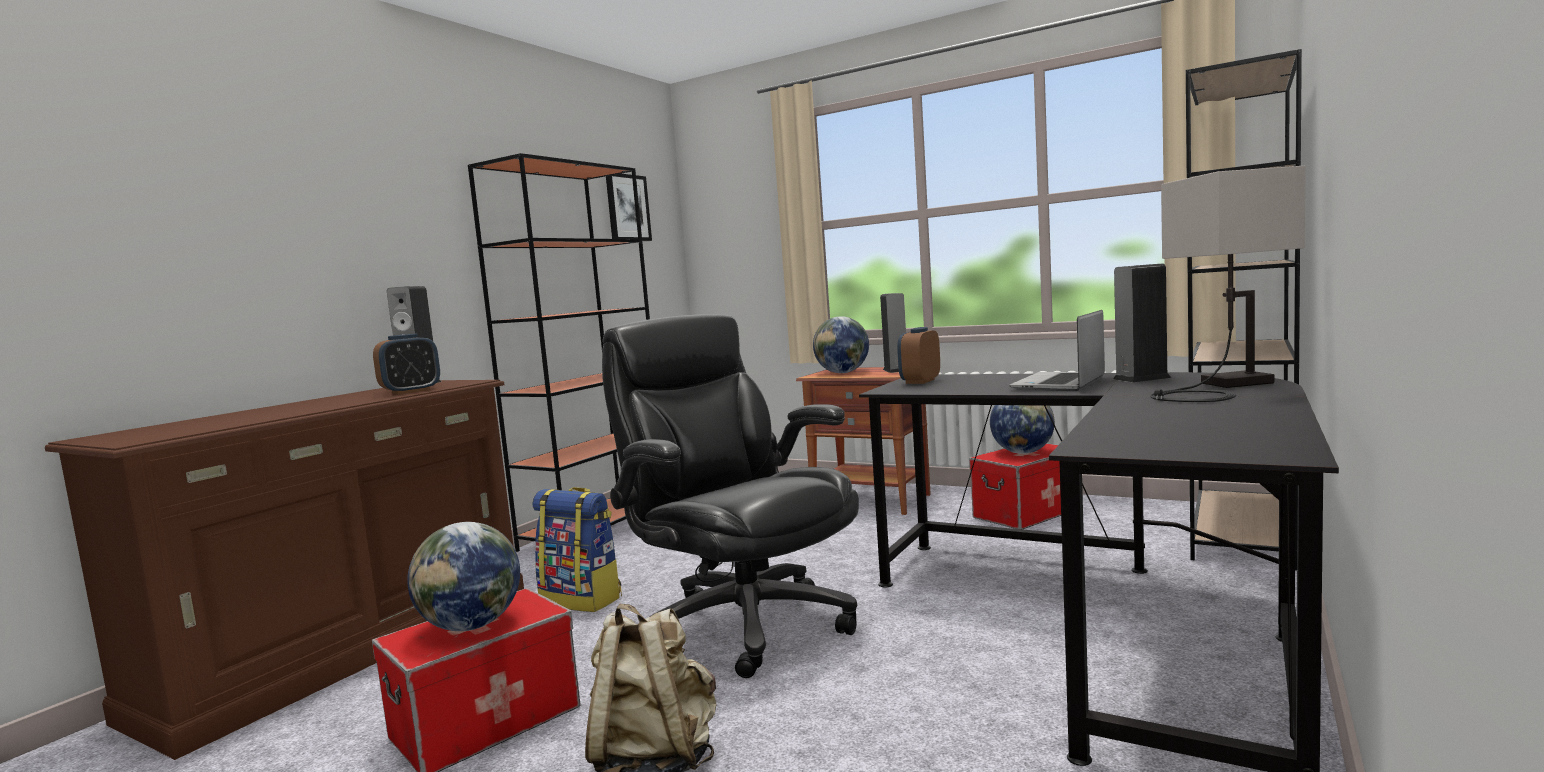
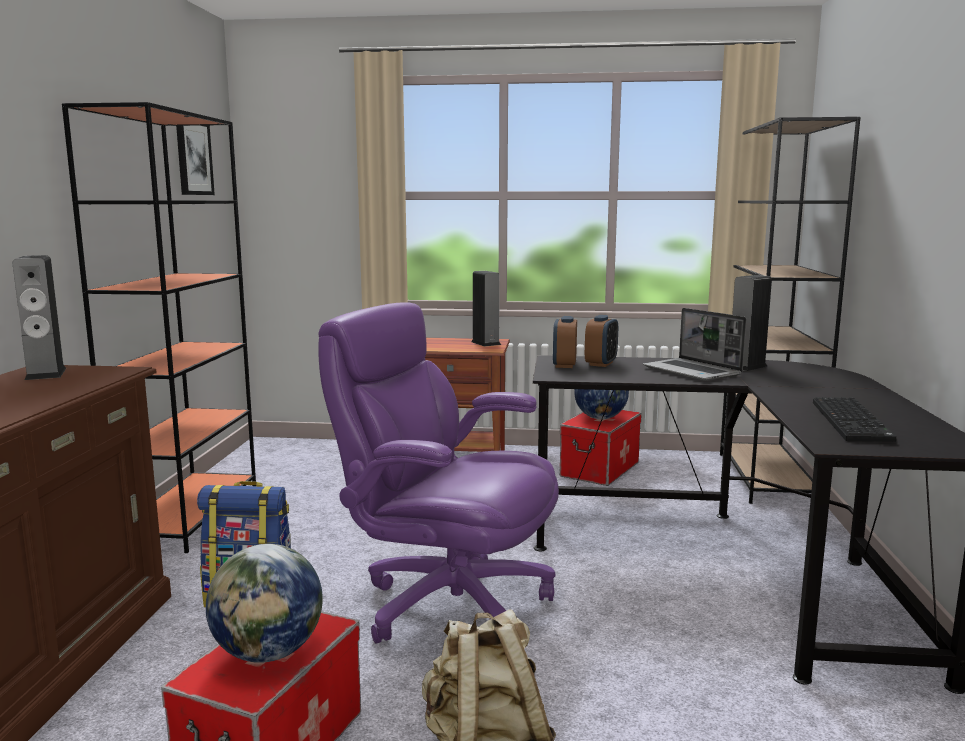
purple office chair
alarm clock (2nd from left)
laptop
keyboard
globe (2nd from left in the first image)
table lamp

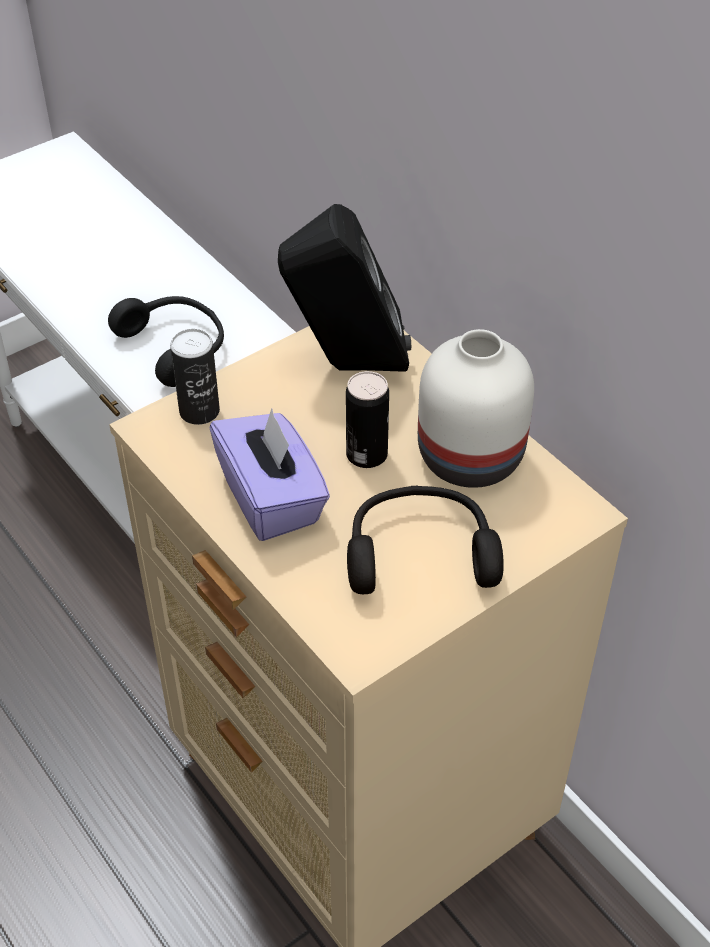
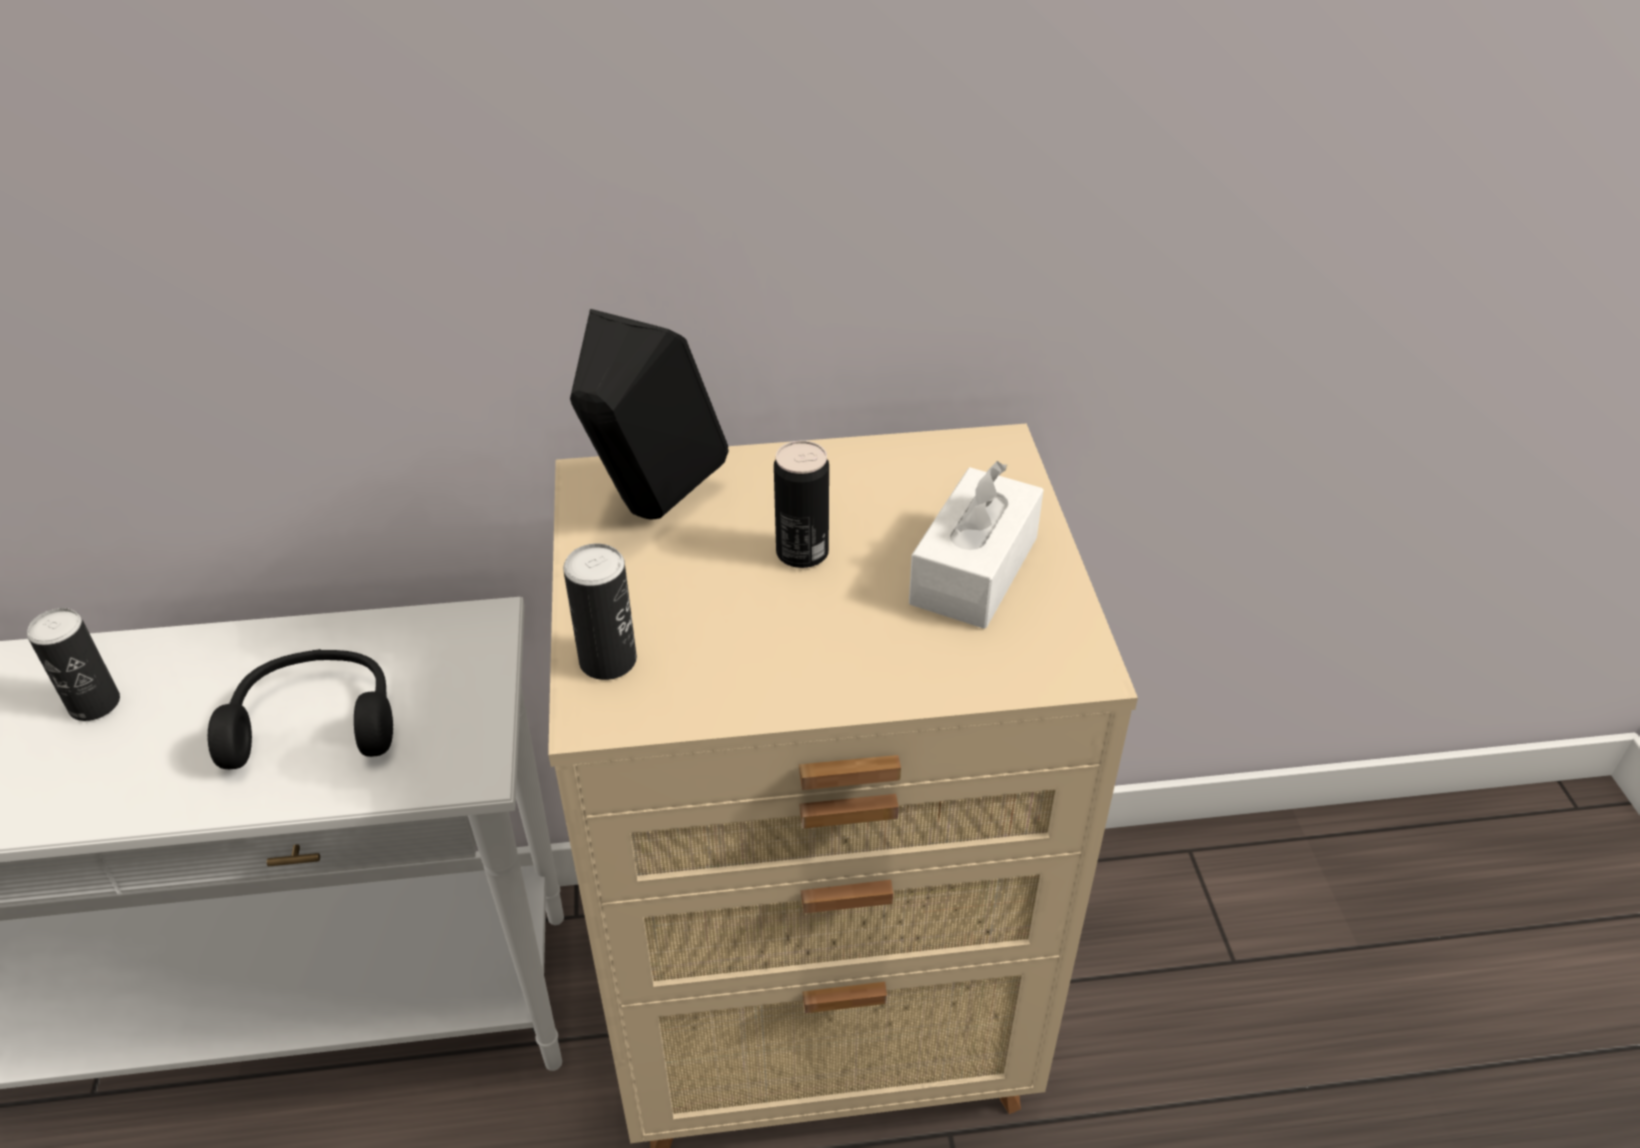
can (1st from left)
white tissue box
purple tissue box
white vase

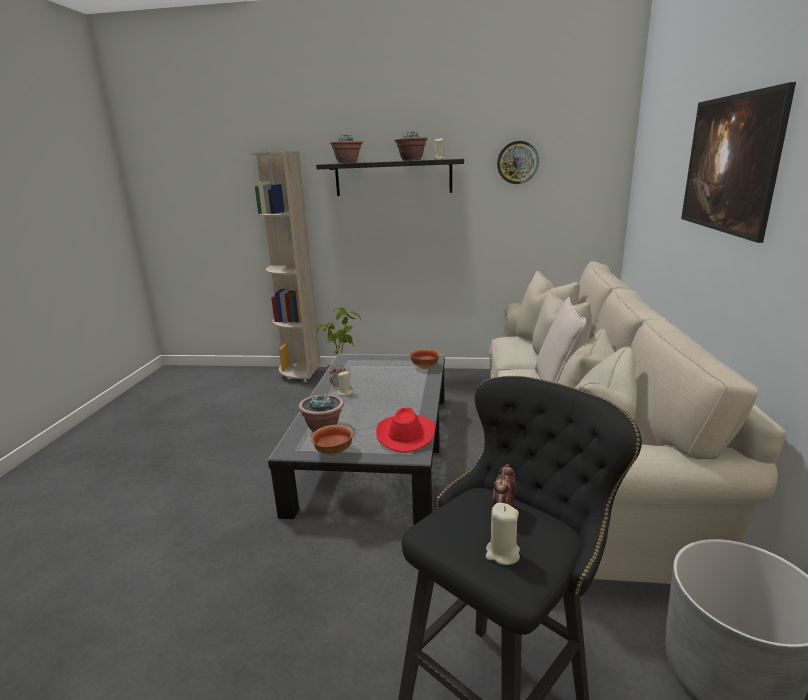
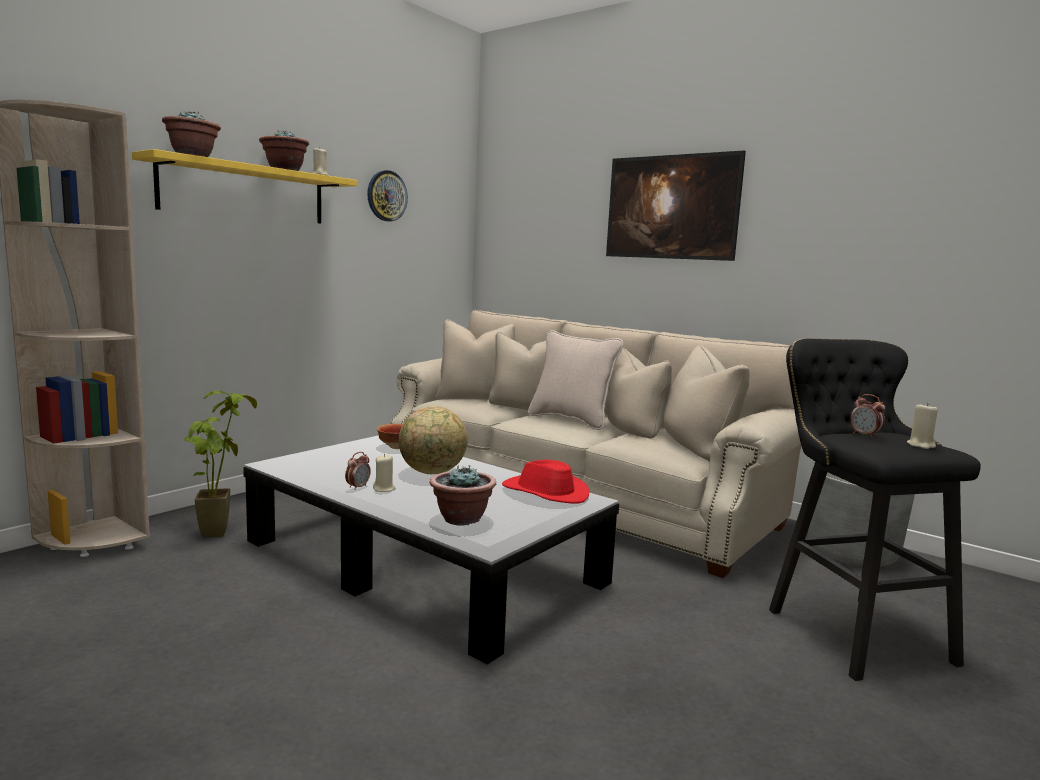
yellow shelf
globe
bowl (1st from left in the first image)

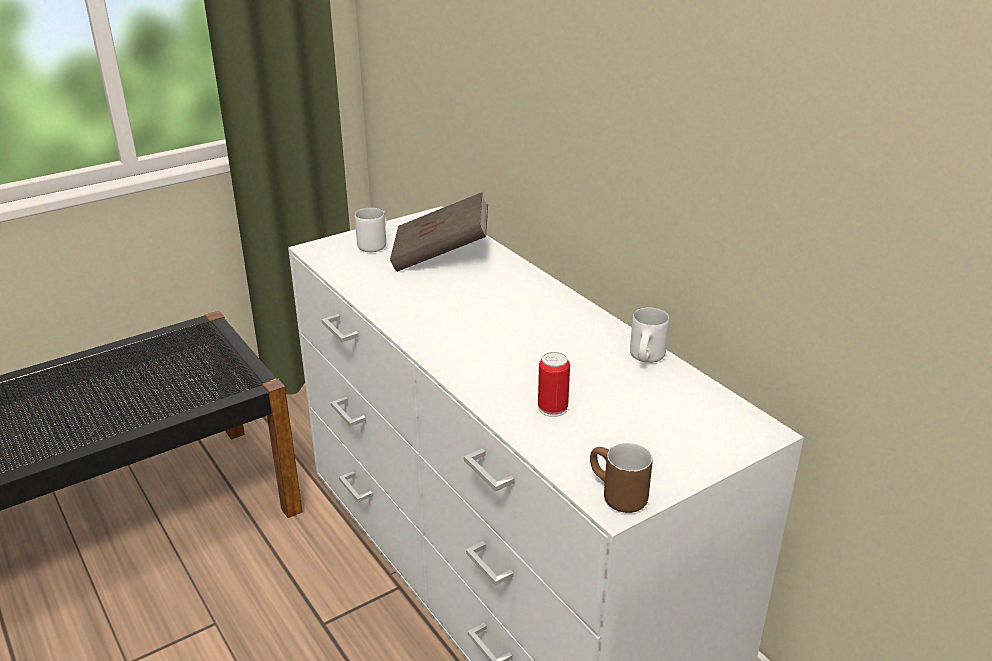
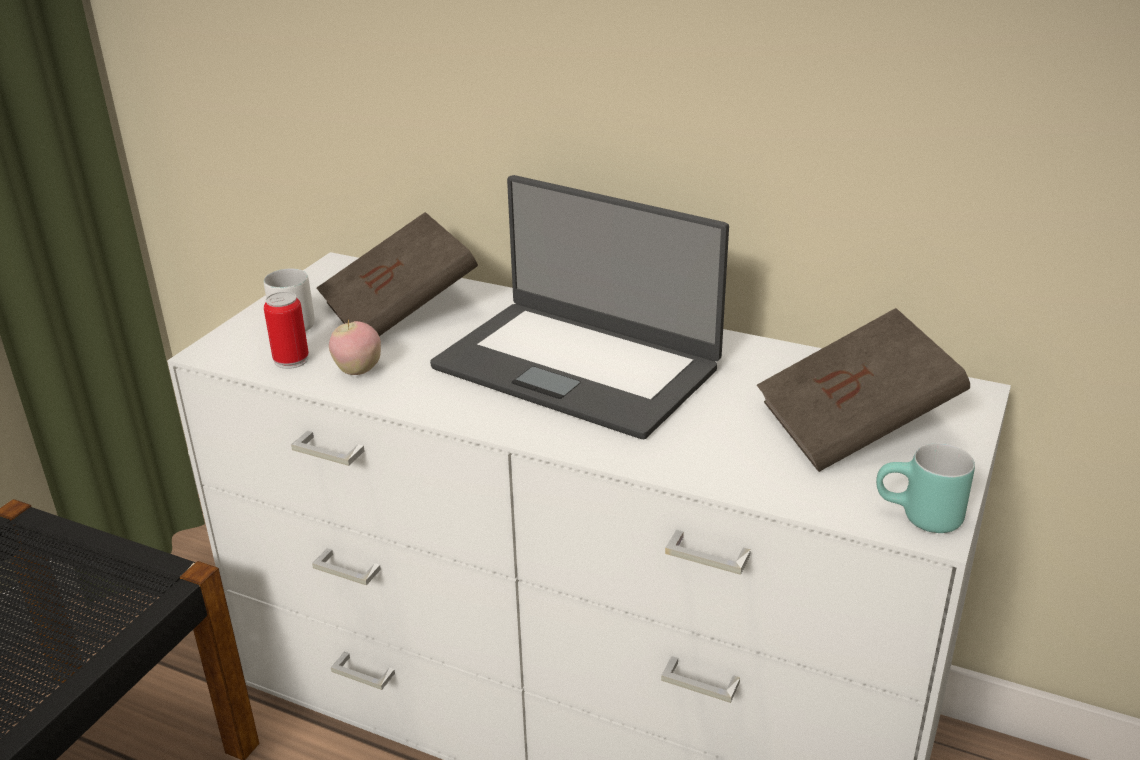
can
apple
laptop
brown book (2nd from left)
turquoise mug
white mug (2nd from left in the first image)

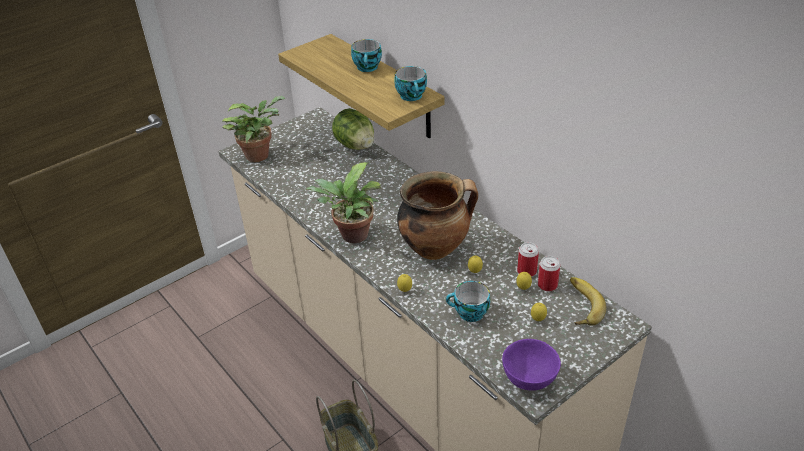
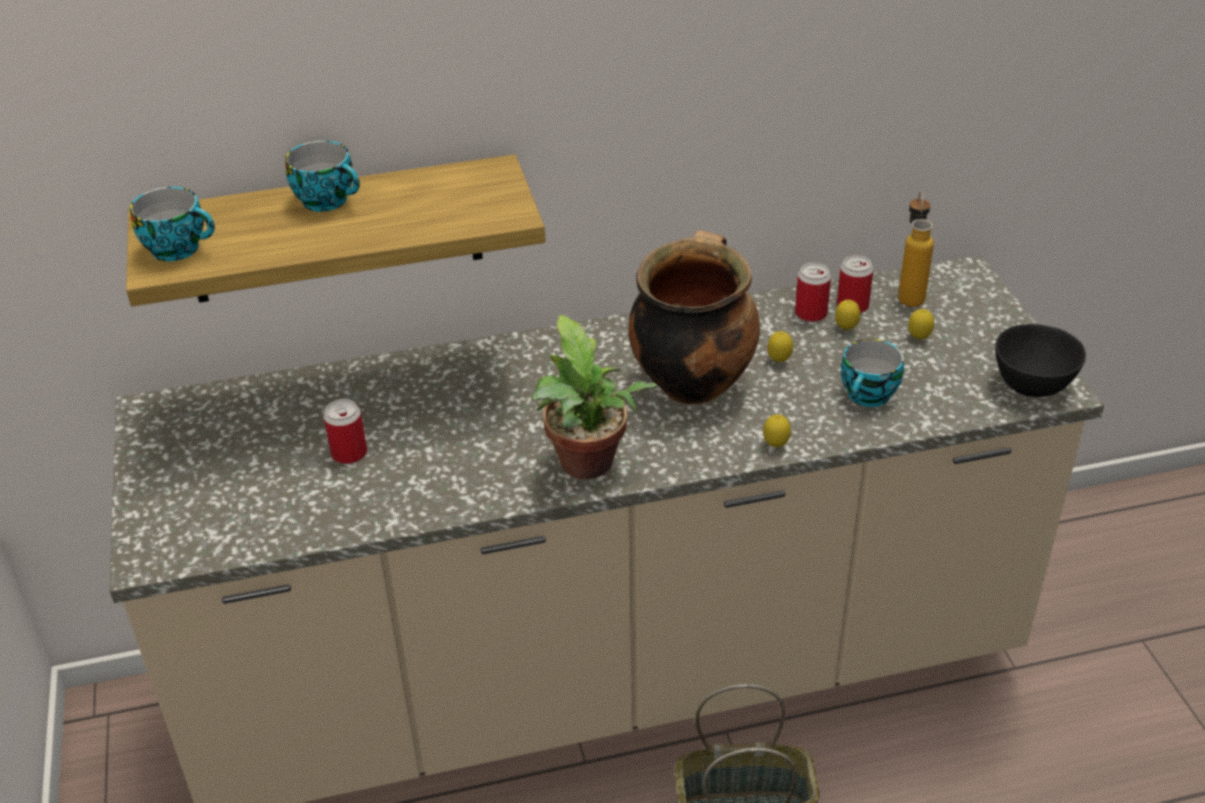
cup (1st from left)
can (1st from left)
bottle
black bowl
potted plant (1st from left in the first image)
lettuce

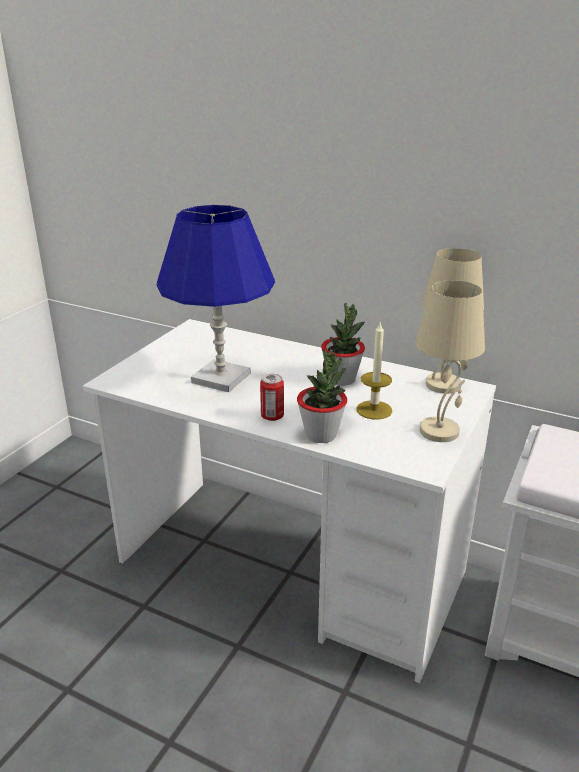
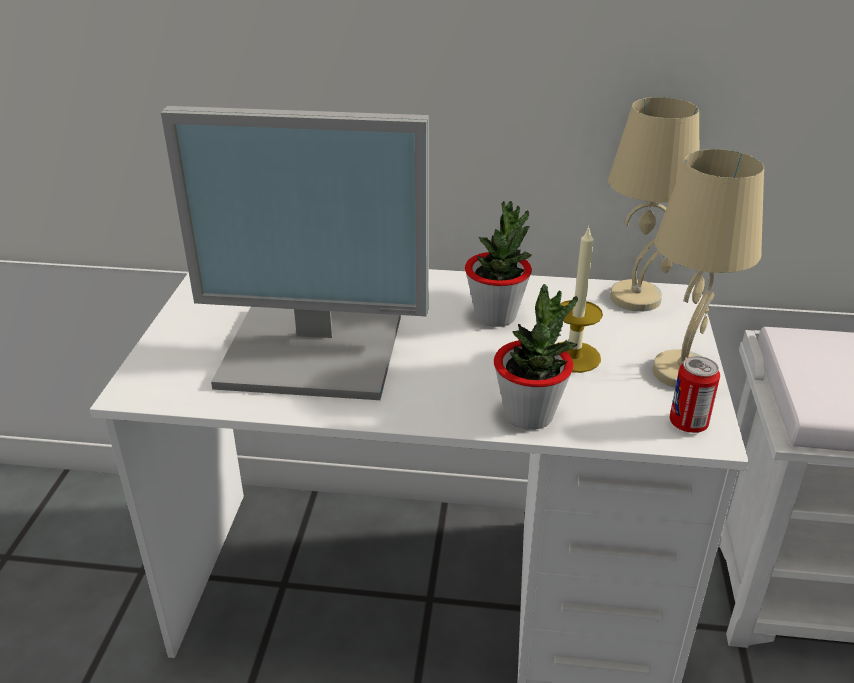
monitor
can

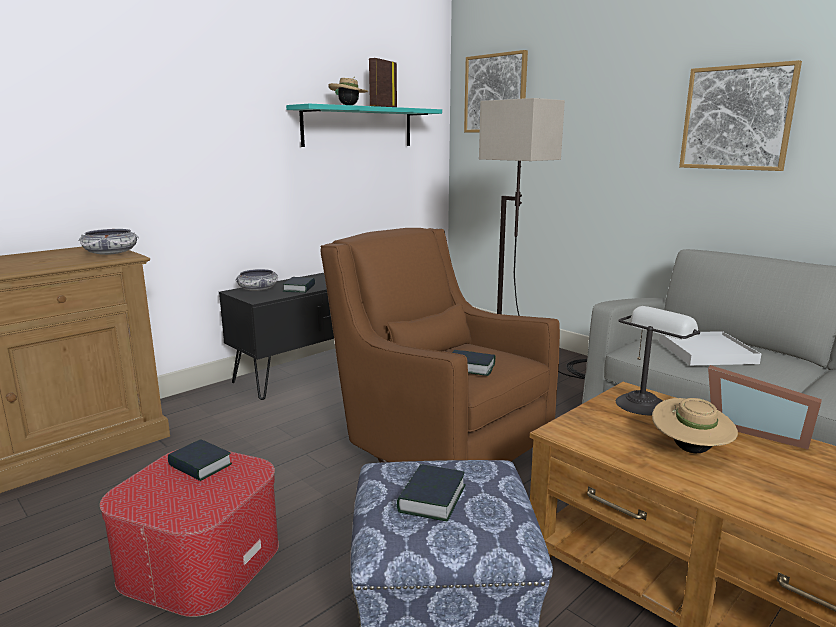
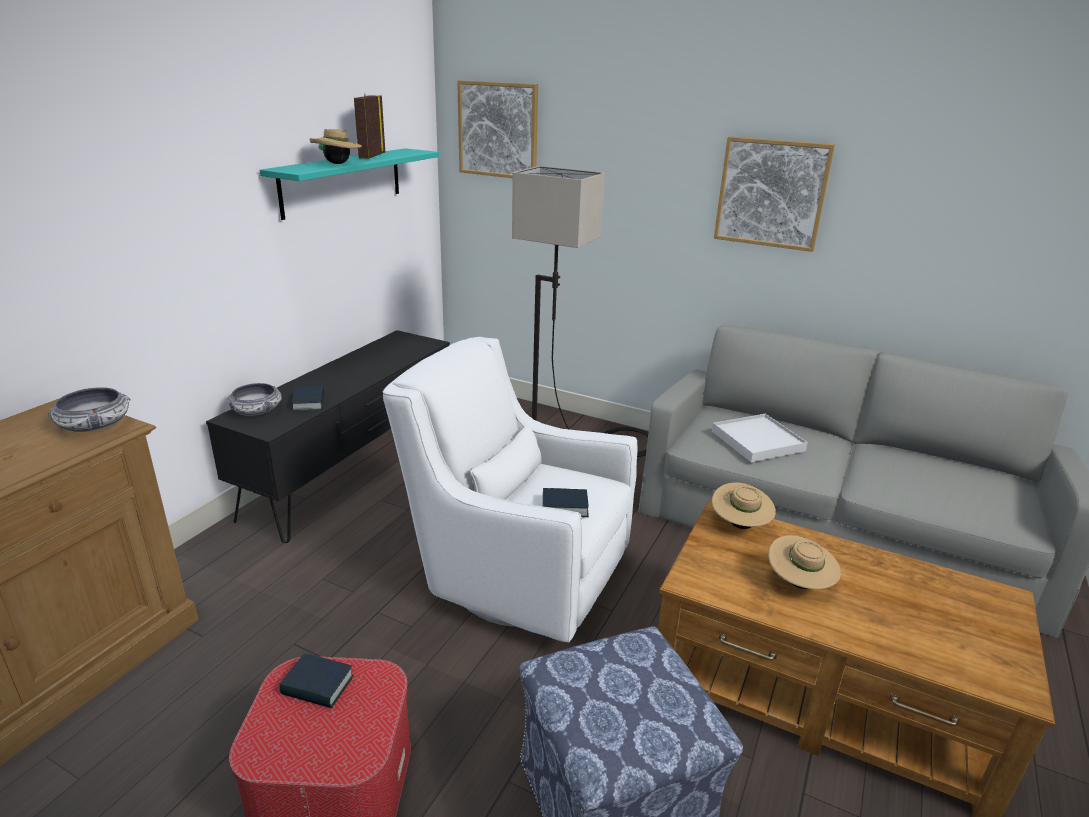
white armchair
beige hat (2nd from left)
book (3rd from left in the first image)
picture frame (2nd from left in the first image)

